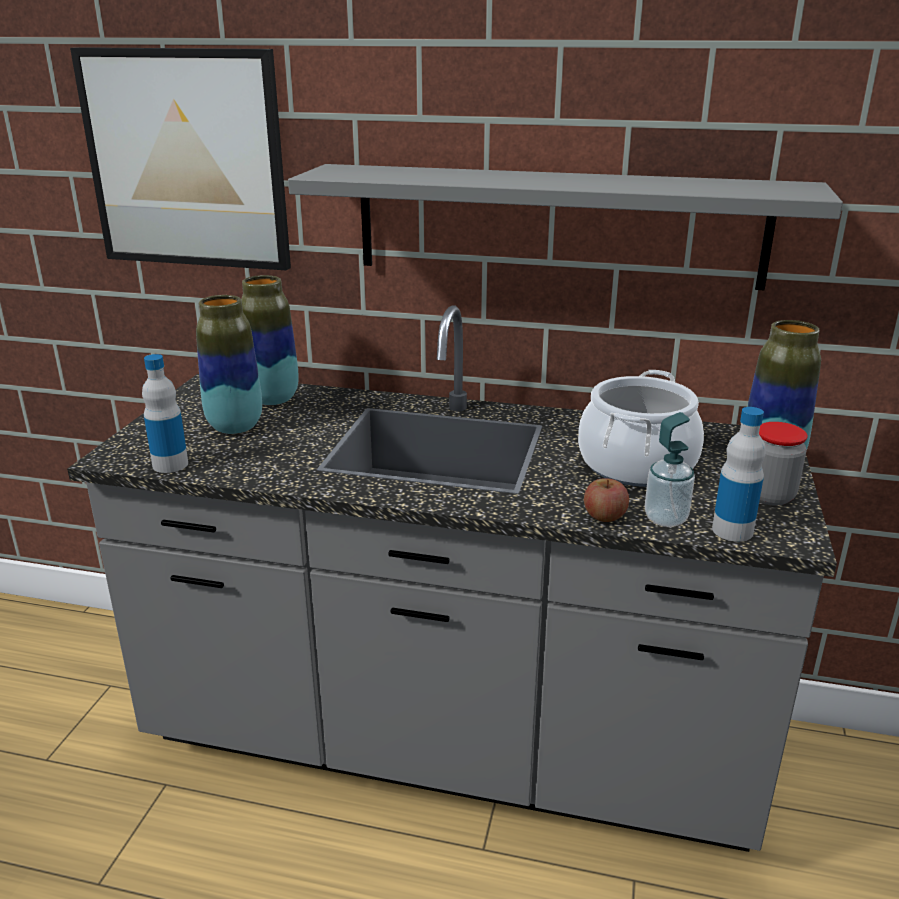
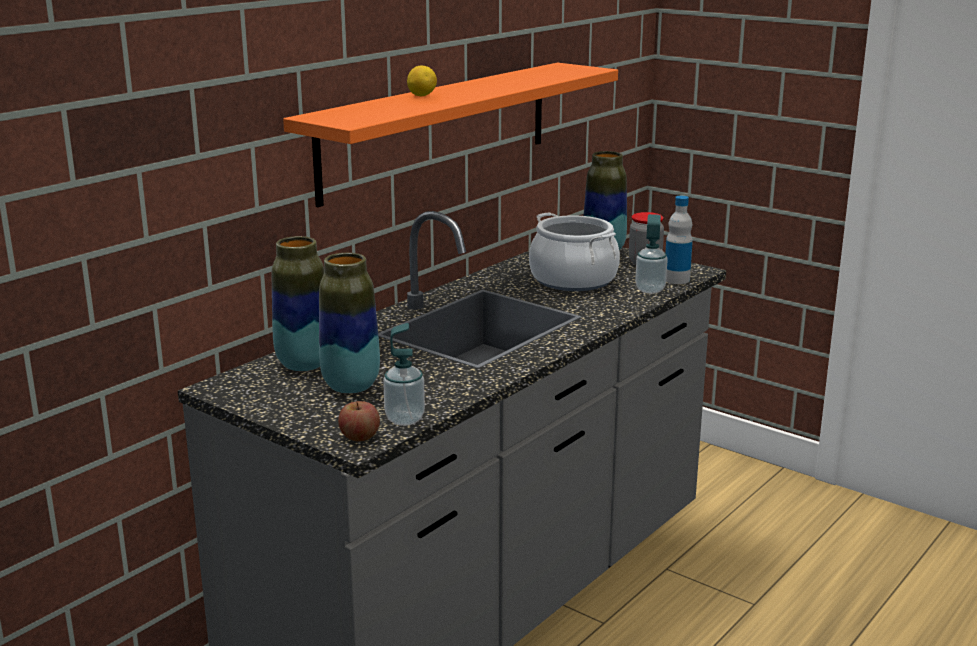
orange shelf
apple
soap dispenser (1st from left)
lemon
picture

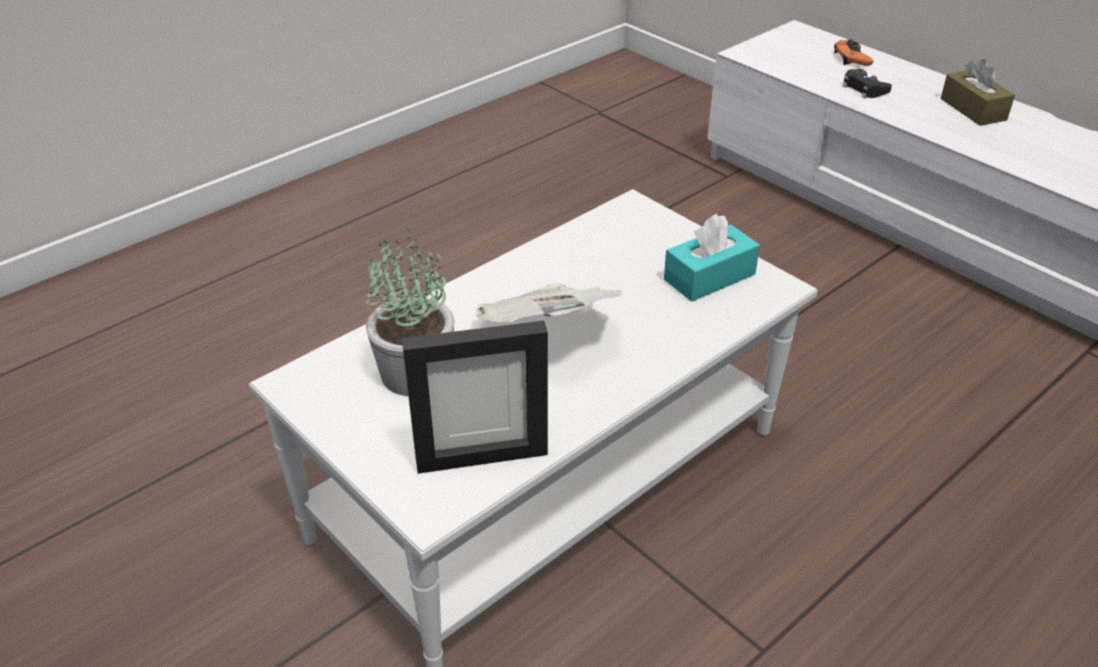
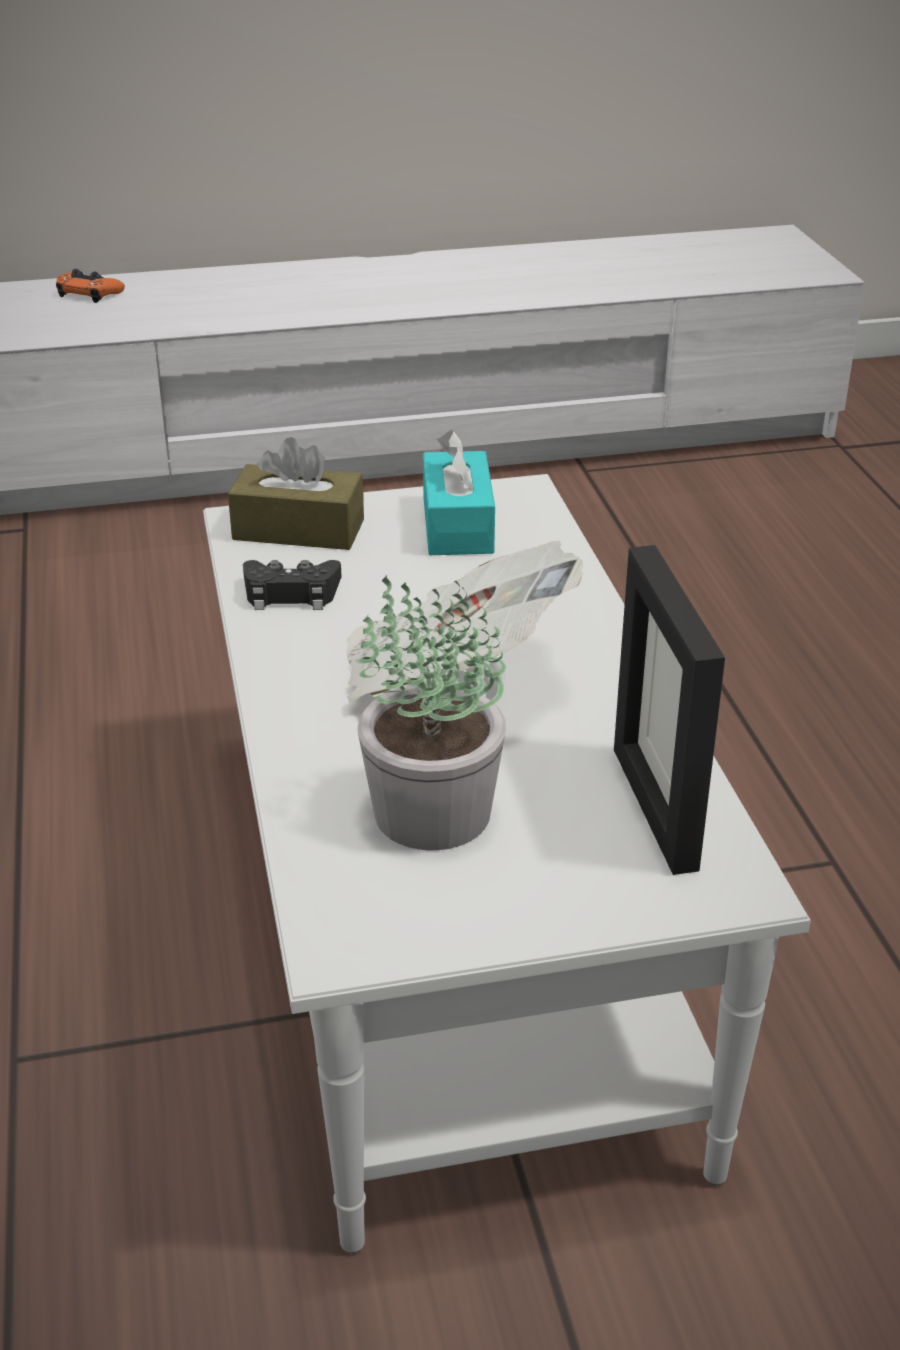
brown tissue box
black game controller
picture frame

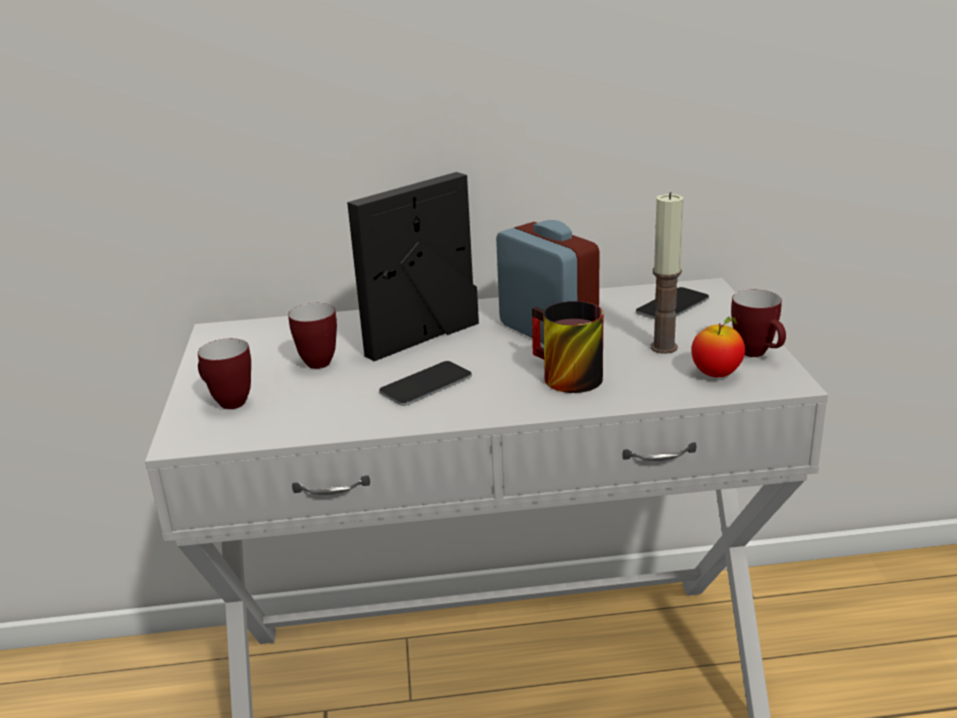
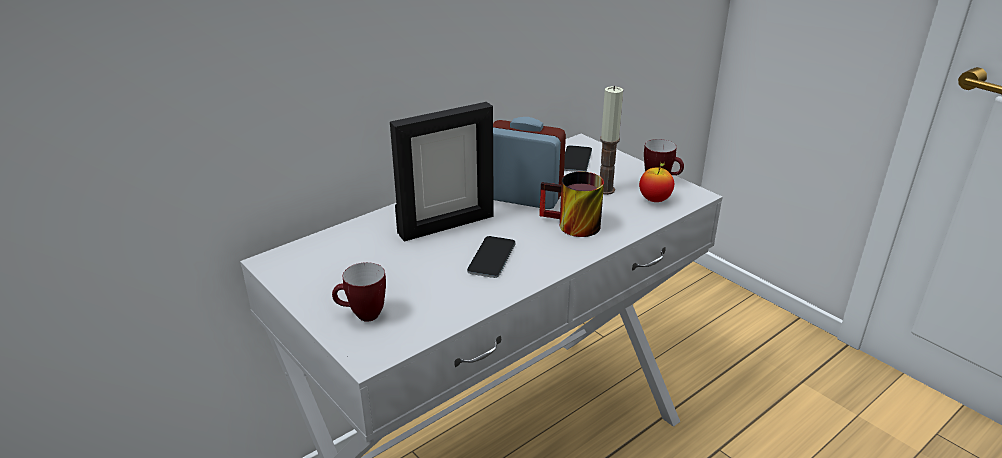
picture frame
mug (2nd from left in the first image)

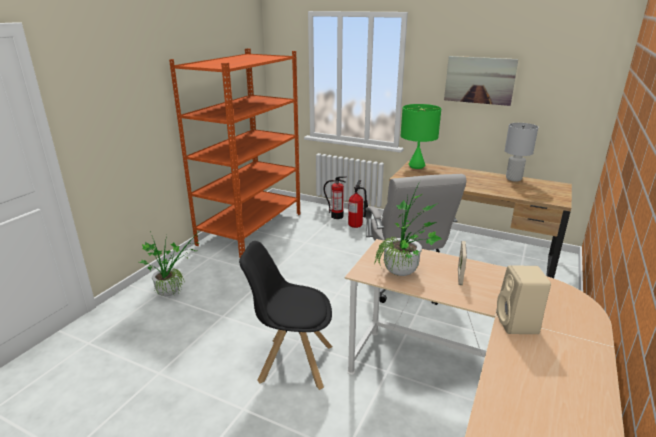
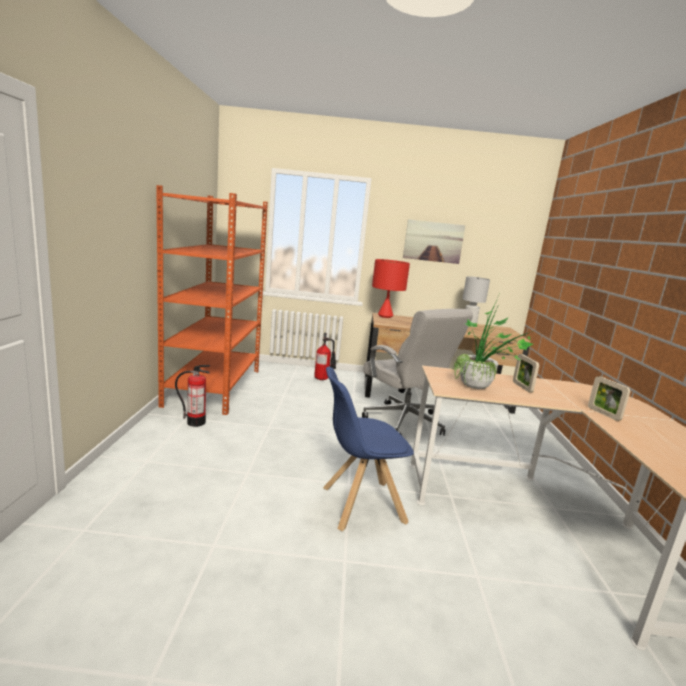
fire extinguisher (1st from left)
blue chair
red table lamp
picture frame (2nd from left)
potted plant (1st from left in the first image)

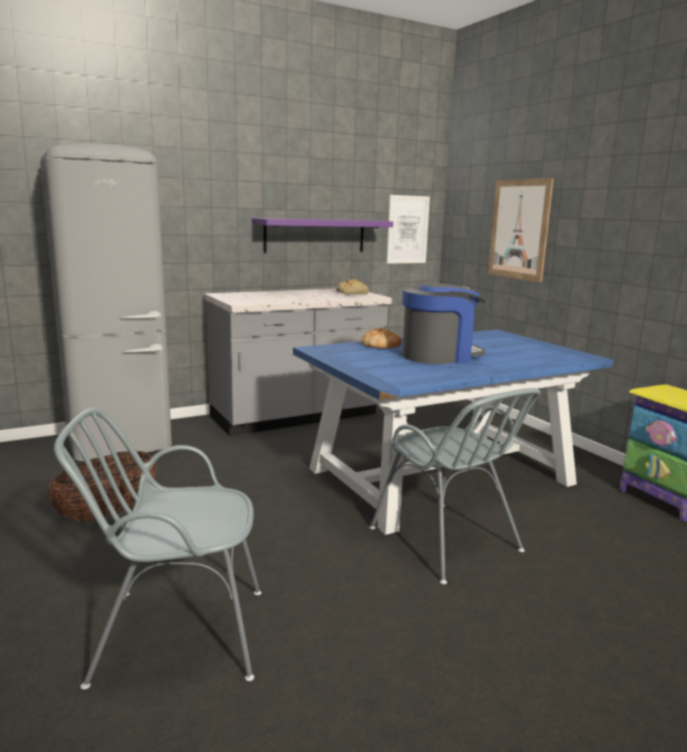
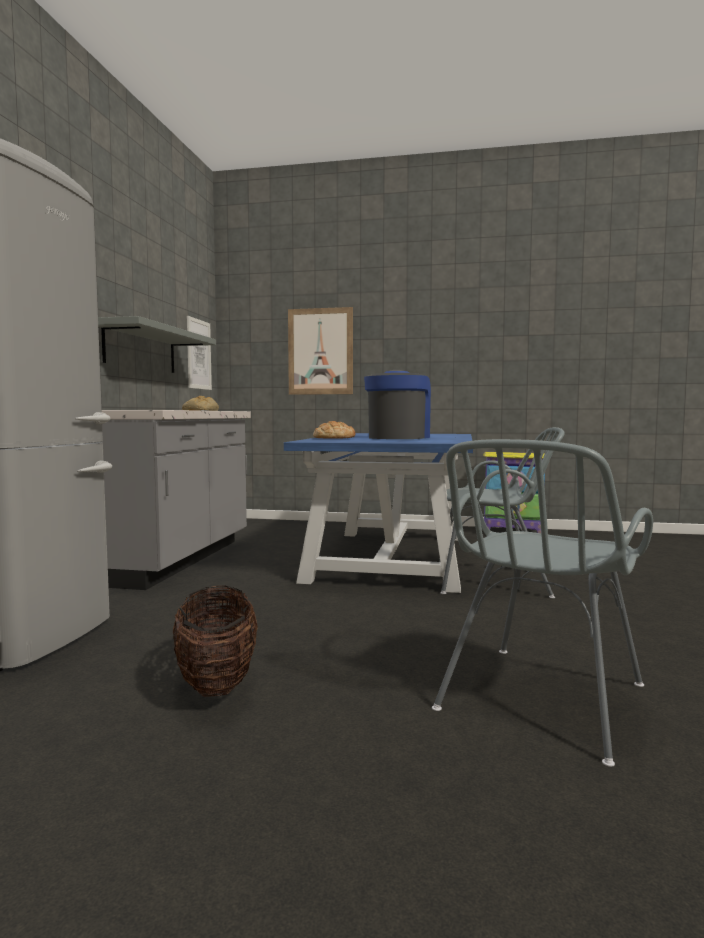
grey shelf

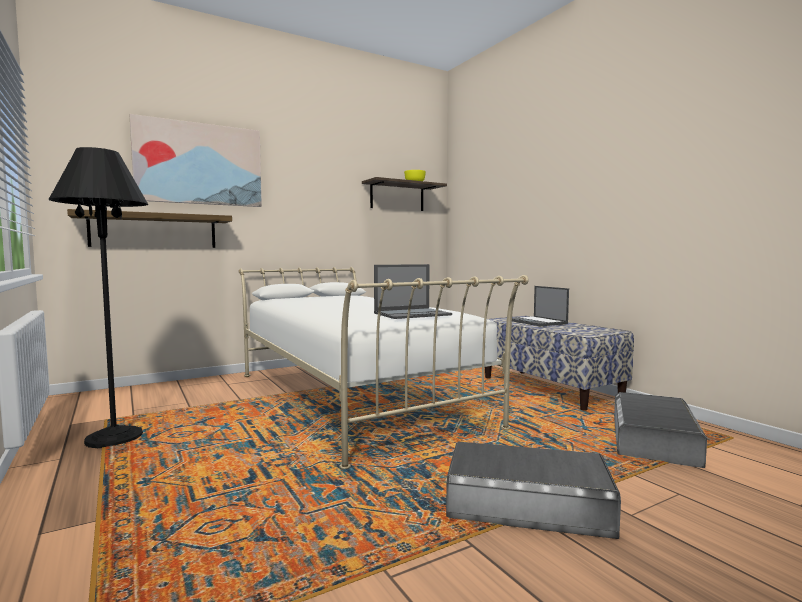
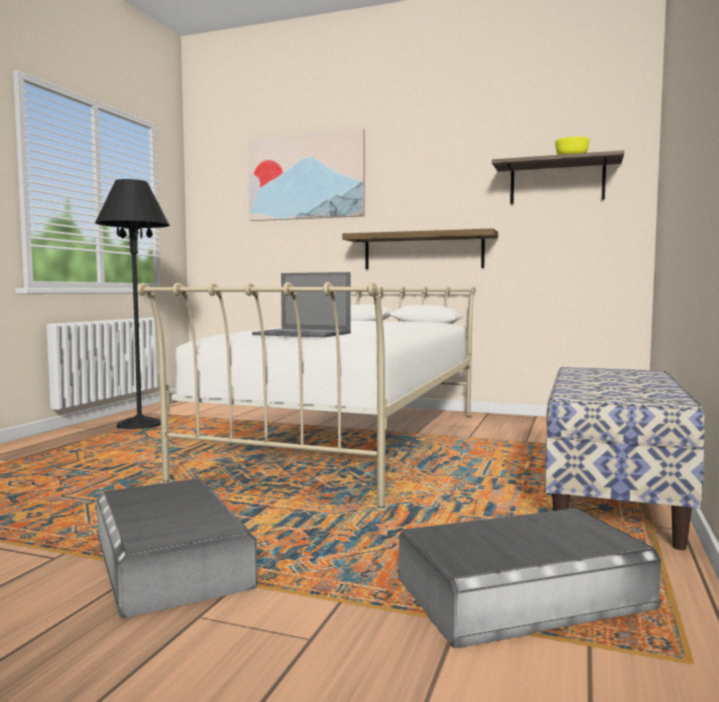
shelf (1st from left)
laptop (2nd from left in the first image)

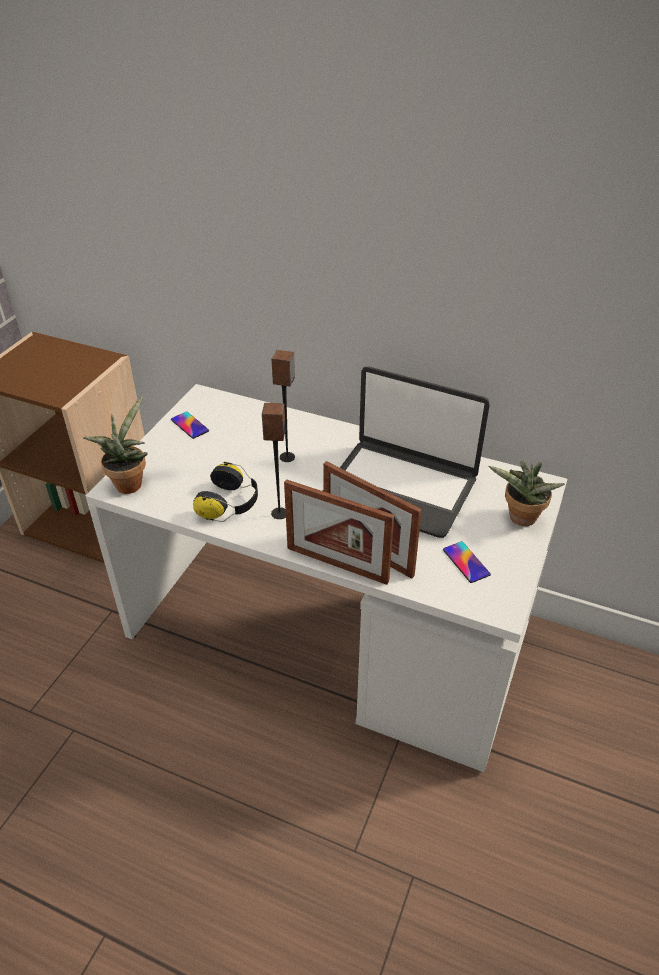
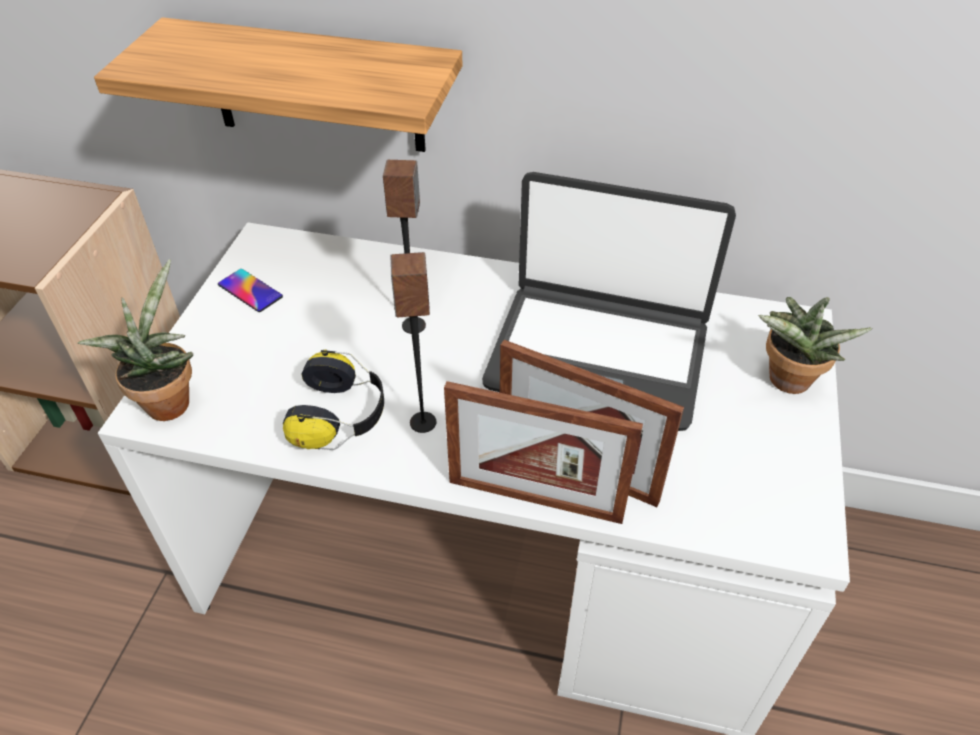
shelf
phone (2nd from left in the first image)

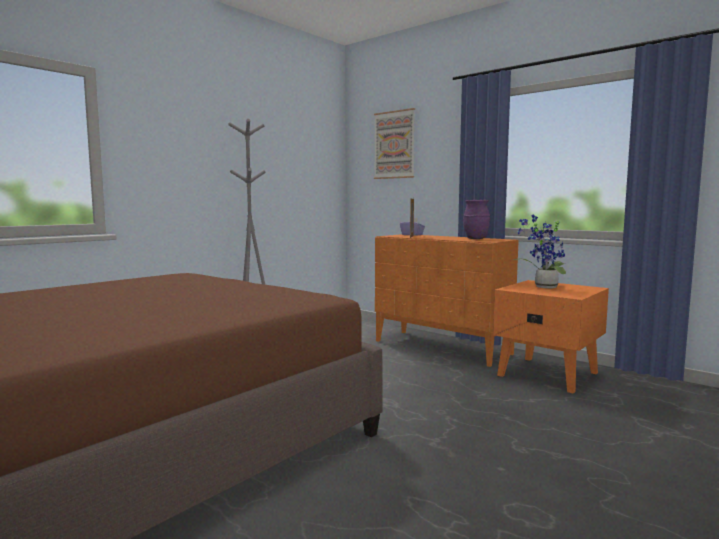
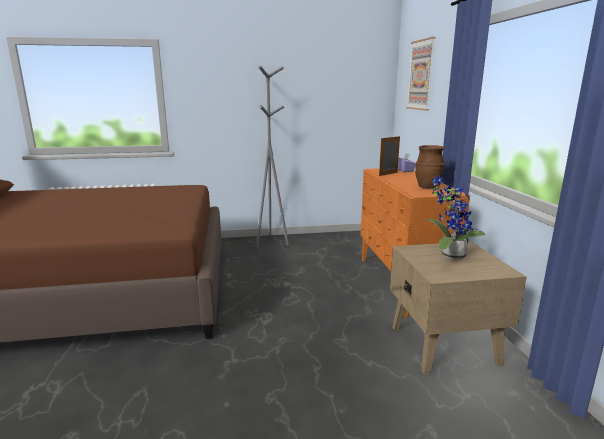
beige nightstand
brown vase

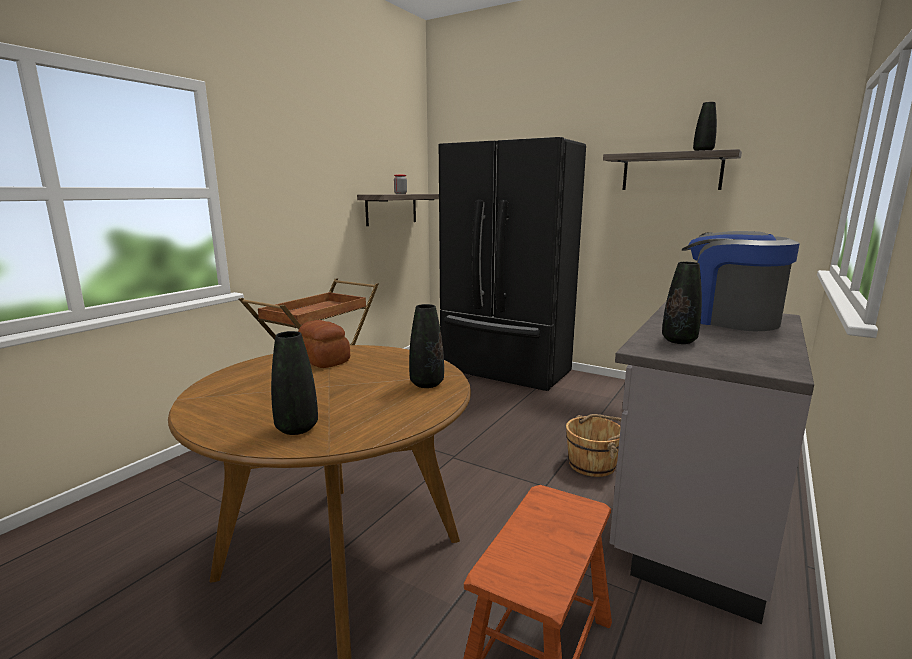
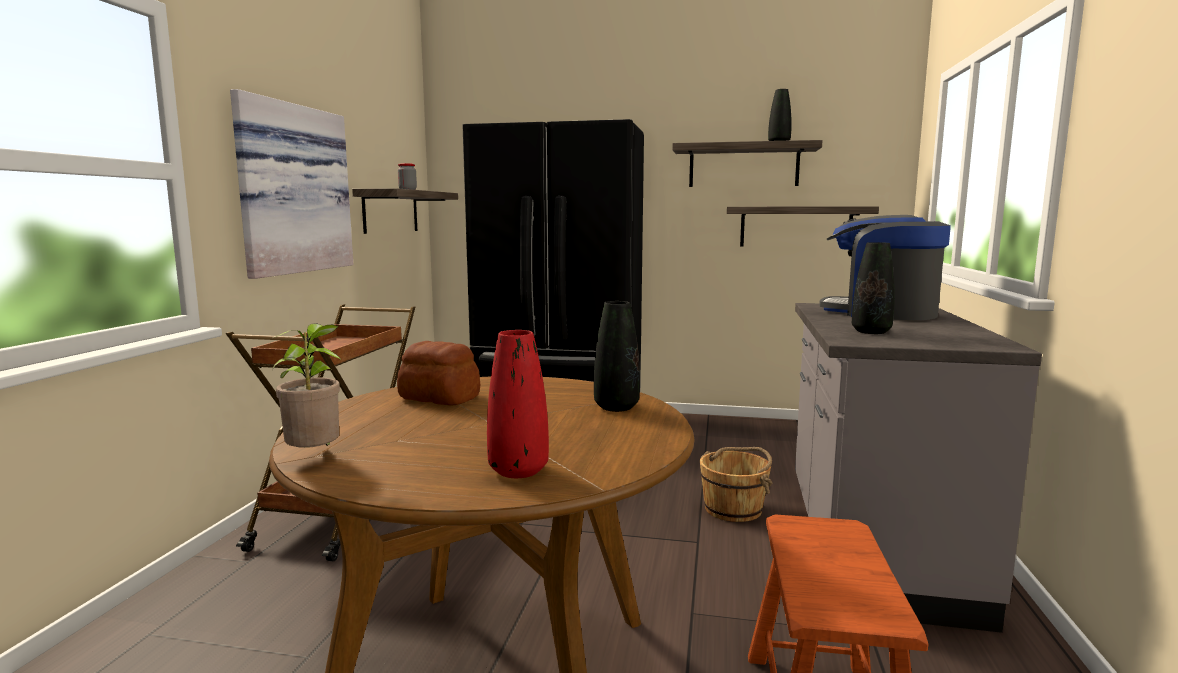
picture
potted plant
red vase
shelf (3rd from left)

